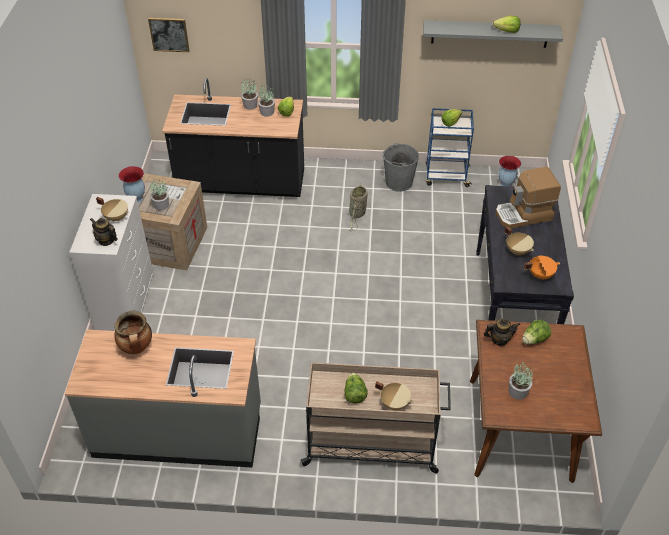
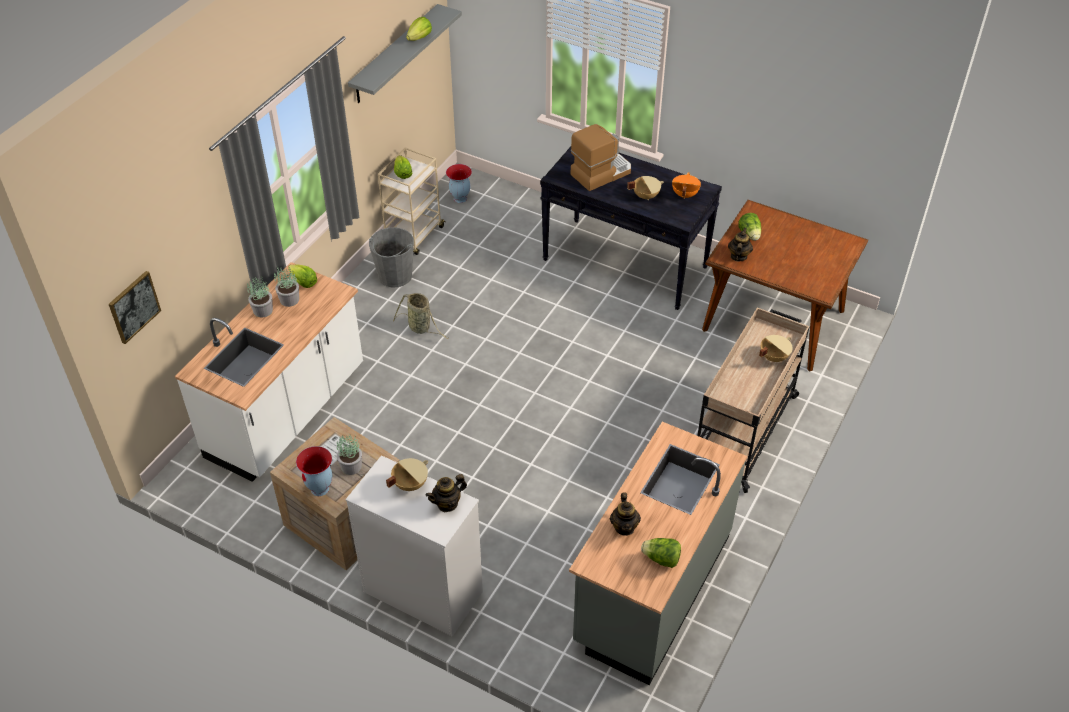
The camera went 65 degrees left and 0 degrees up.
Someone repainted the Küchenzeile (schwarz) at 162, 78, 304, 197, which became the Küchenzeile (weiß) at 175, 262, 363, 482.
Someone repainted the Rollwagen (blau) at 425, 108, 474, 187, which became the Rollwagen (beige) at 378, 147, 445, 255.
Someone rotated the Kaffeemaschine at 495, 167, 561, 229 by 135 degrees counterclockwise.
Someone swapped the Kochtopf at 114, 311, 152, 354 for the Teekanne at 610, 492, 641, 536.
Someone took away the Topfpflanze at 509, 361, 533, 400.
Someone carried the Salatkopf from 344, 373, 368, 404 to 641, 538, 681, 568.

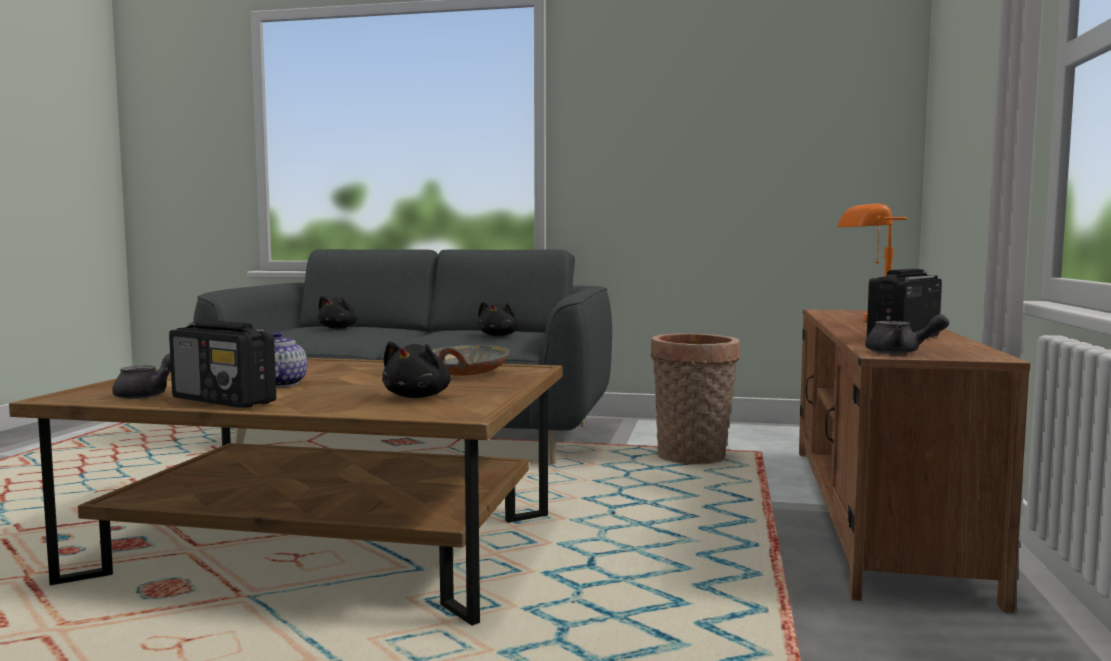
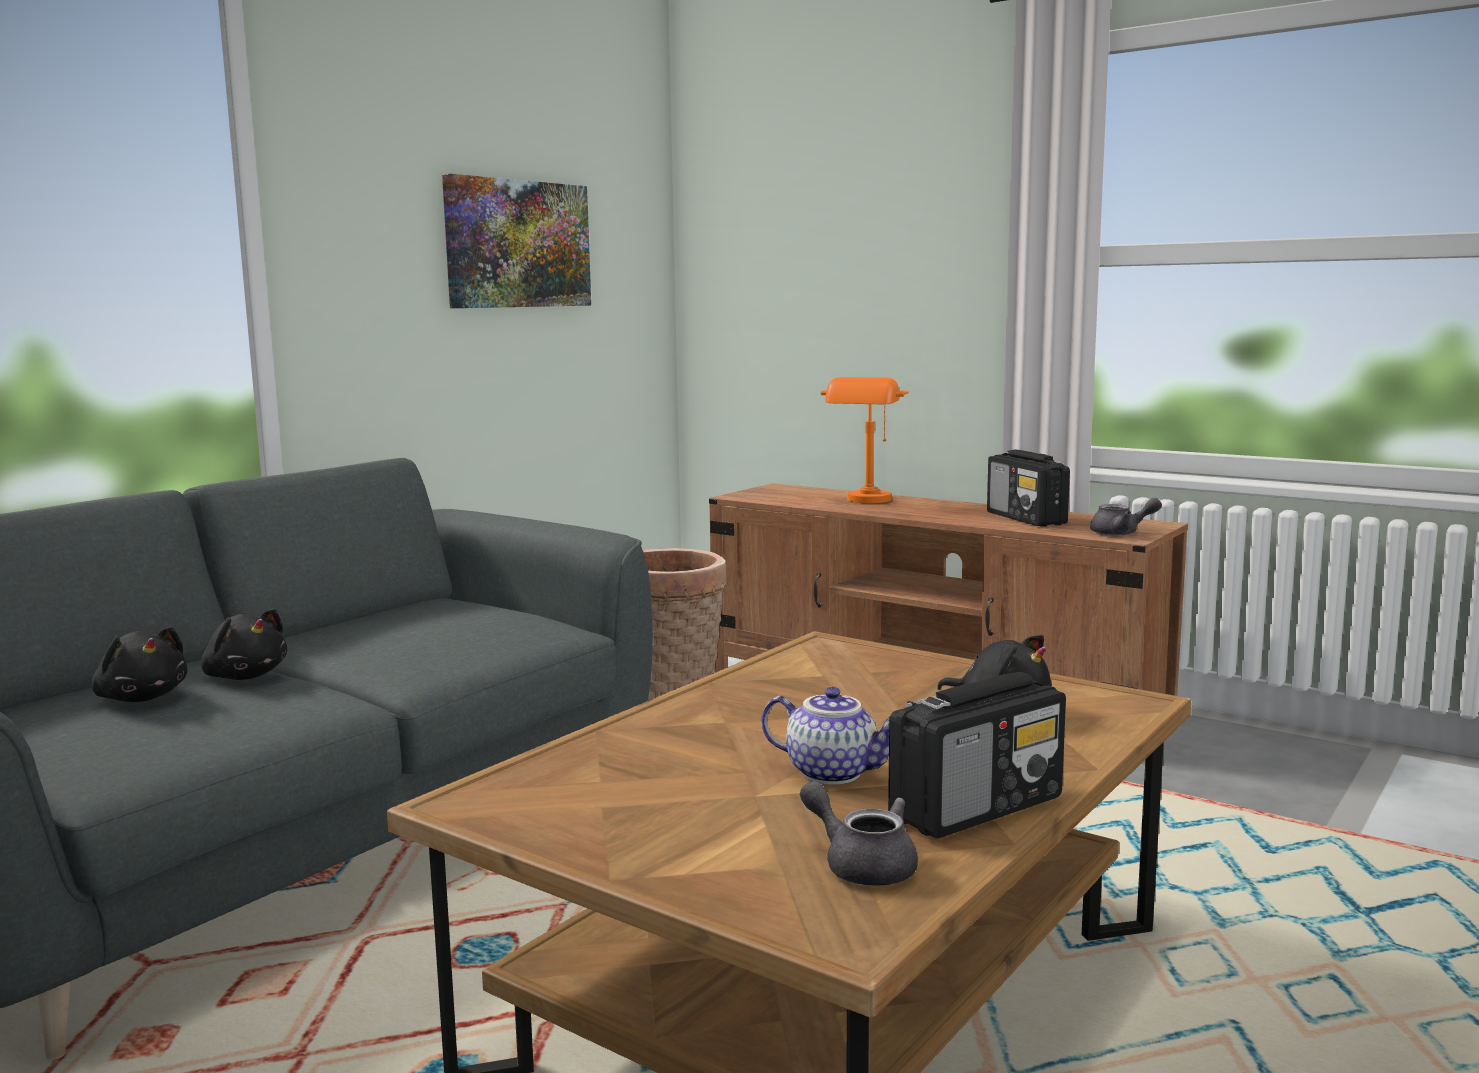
The camera went 65 degrees left and 5 degrees up.
Someone carried the Plüschtier (schwarz) from 478, 301, 519, 336 to 201, 609, 287, 680.
Someone rotated the Teekanne (grau) at 865, 314, 949, 354 by 45 degrees clockwise.
Someone took away the Schüssel (grau) at 432, 345, 510, 376.
Someone put up the Bild at 442, 174, 591, 308.

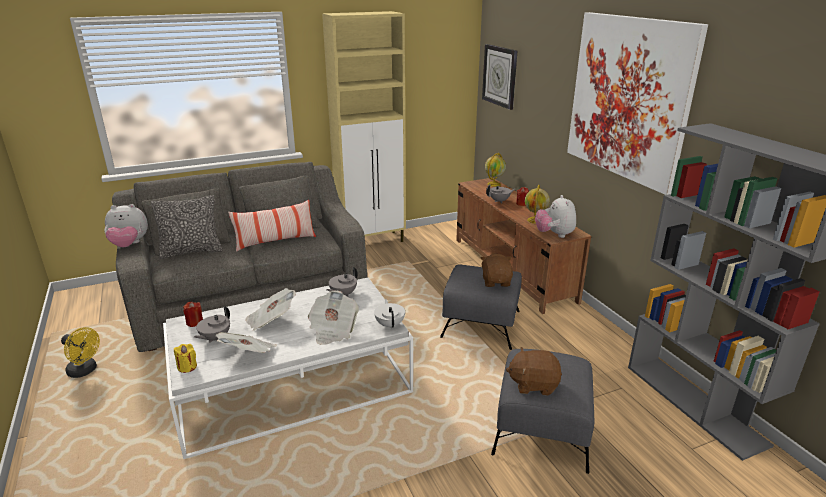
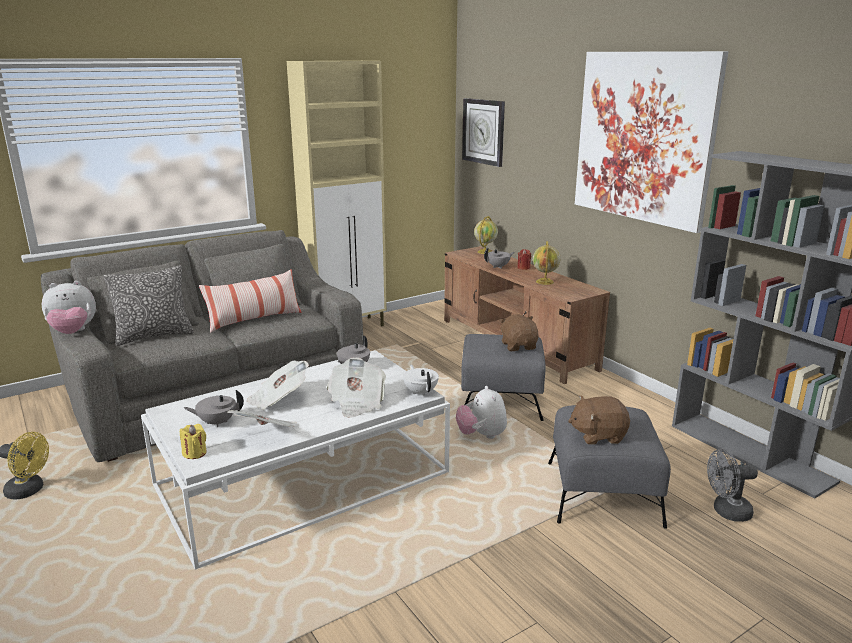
The camera went 10 degrees left and 5 degrees down.
Someone carried the Plüschtier from 535, 195, 576, 238 to 456, 386, 507, 439.
Someone took away the Kerze (rot) at 183, 302, 203, 327.
Someone rotated the Teekanne (grau) at 194, 306, 230, 343 by 60 degrees clockwise.
Someone put down the Ventilator (grau) at 707, 449, 758, 522.

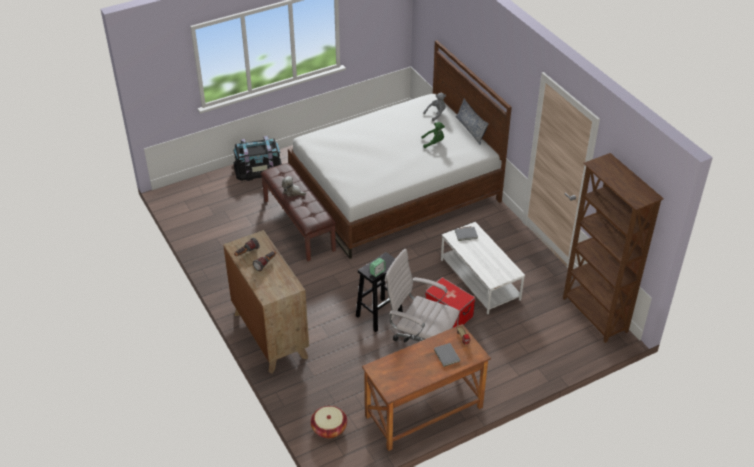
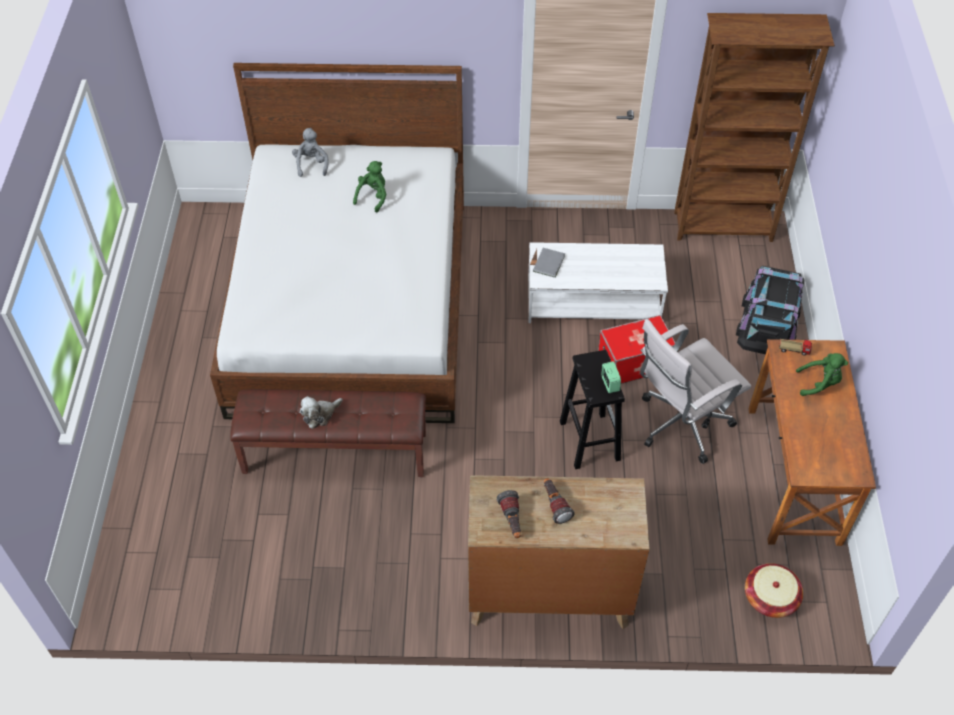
The camera went 60 degrees left and 10 degrees up.
Someone took away the Kissen at 455, 98, 489, 145.
Someone carried the Aufbewahrungsbox (schwarz) from 234, 136, 282, 181 to 736, 266, 804, 354.
Someone swapped the Buch (grau) at 434, 343, 460, 367 for the Plüschtier (grün) at 796, 353, 848, 396.

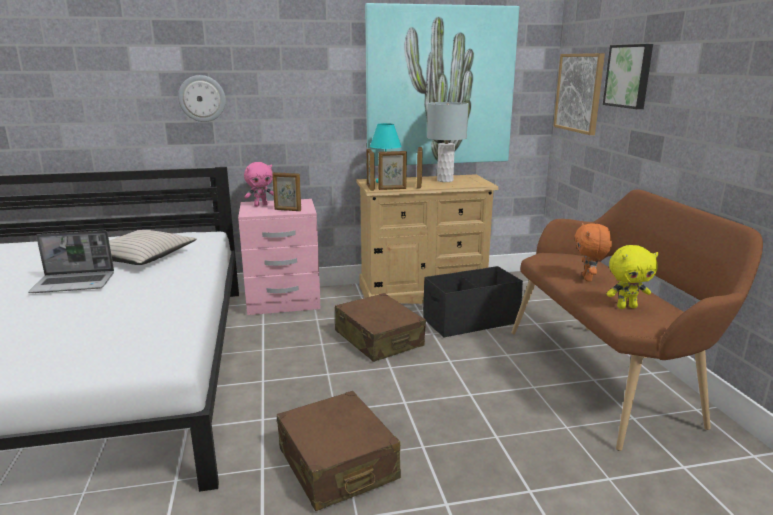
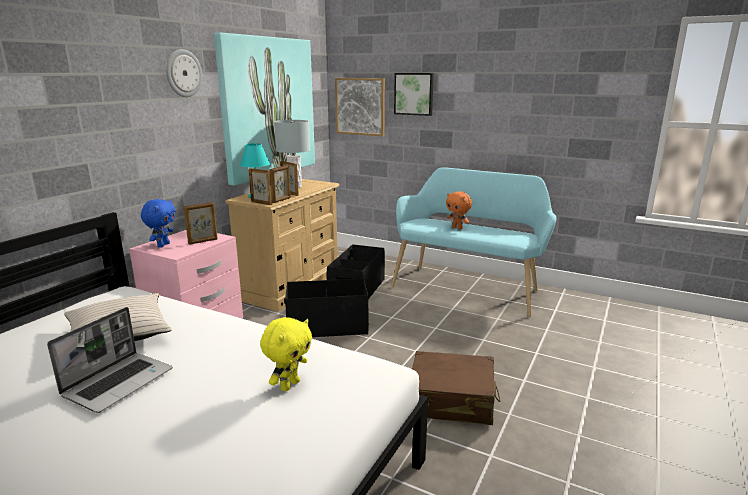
The camera went 50 degrees left and 0 degrees up.
Someone carried the Wanduhr from 178, 75, 226, 122 to 166, 49, 202, 97.
Someone repainted the Plüschtier (rosa) at 244, 162, 274, 207, which became the Plüschtier (blau) at 141, 199, 176, 248.
Someone repainted the Bank (braun) at 511, 189, 763, 451, which became the Bank (türkis) at 391, 167, 557, 317.
Someone carried the Plüschtier (gelb) from 606, 245, 659, 309 to 260, 317, 312, 391.
Someone swapped the Koffer (braun) at 335, 293, 426, 362 for the Aufbewahrungsbox (schwarz) at 284, 278, 369, 337.

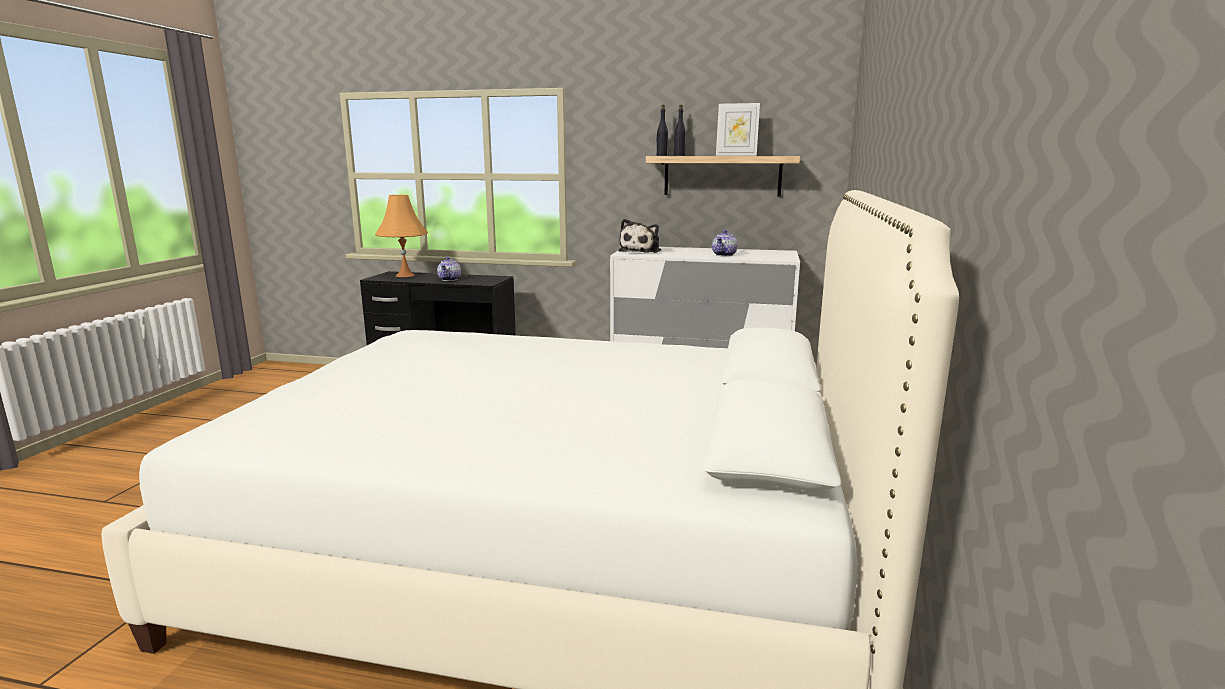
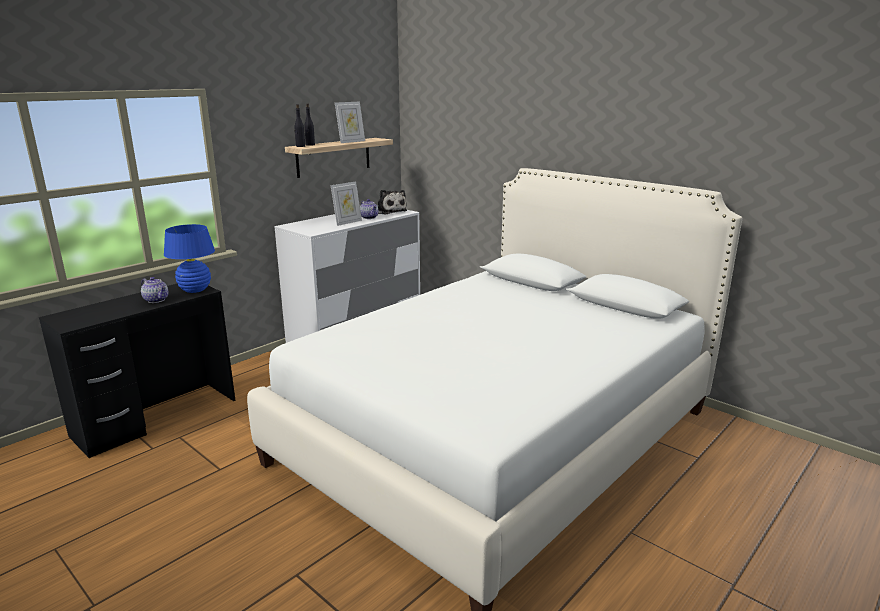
The camera went 60 degrees left and 5 degrees up.
Someone took away the Tischlampe (orange) at 375, 195, 428, 277.
Someone carried the Plüschtier from 618, 219, 661, 253 to 377, 190, 407, 215.
Someone put down the Bilderrahmen at 331, 181, 362, 226.
Someone put down the Tischlampe (blau) at 164, 224, 215, 293.

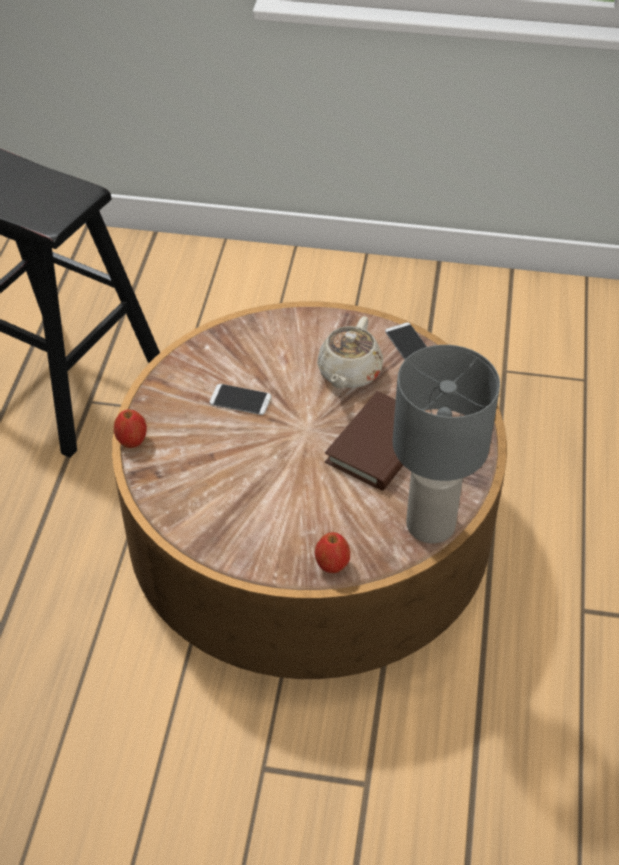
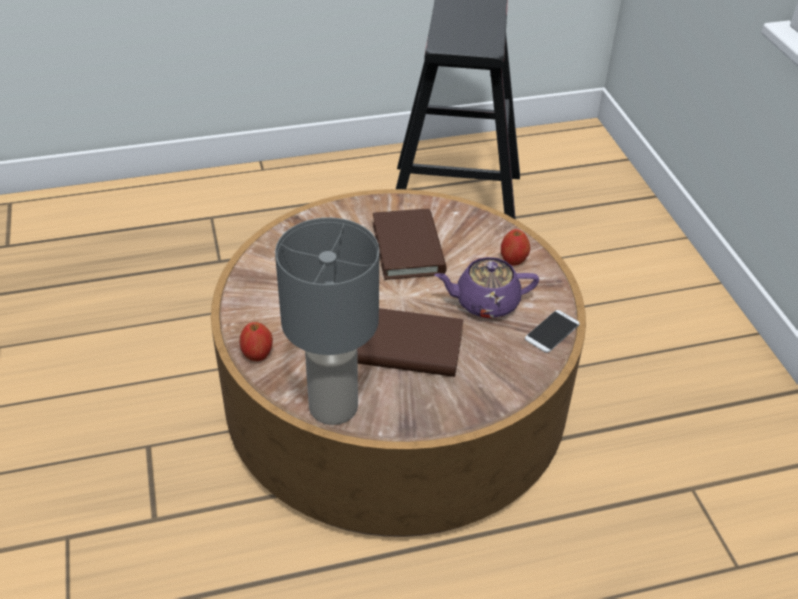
The camera went 65 degrees right and 5 degrees down.
Someone repainted the Teekanne (beige) at 317, 316, 383, 388, which became the Teekanne (lila) at 435, 257, 539, 318.
Someone swapped the Handy at 209, 384, 271, 415 for the Buch (braun) at 373, 209, 447, 280.
Someone carried the Apfel from 114, 409, 147, 448 to 501, 229, 530, 265.

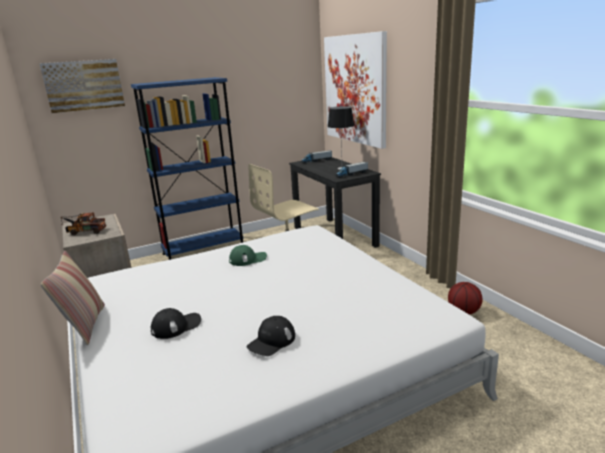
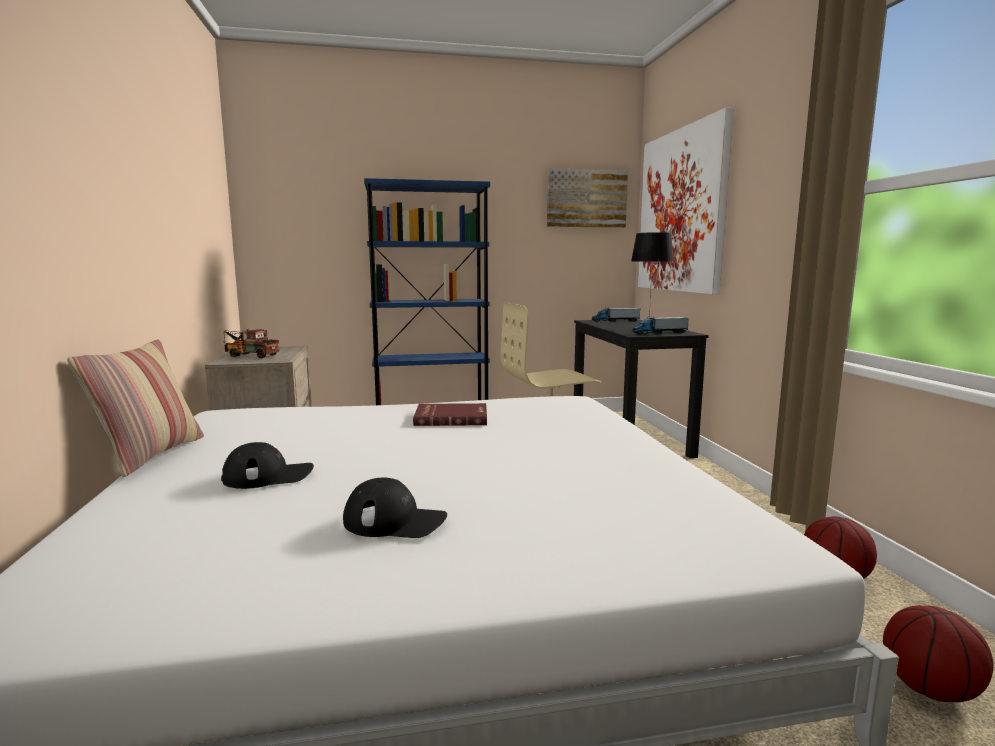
The camera went 15 degrees right and 10 degrees down.
Someone carried the Bild from 39, 59, 125, 113 to 547, 168, 628, 228.
Someone swapped the Kappe (grün) at 229, 245, 267, 266 for the Buch (rot) at 413, 403, 487, 426.
Someone rotated the Kappe (schwarz) at 247, 316, 295, 356 by 135 degrees counterclockwise.
Someone put down the Basketball at 883, 605, 993, 702.

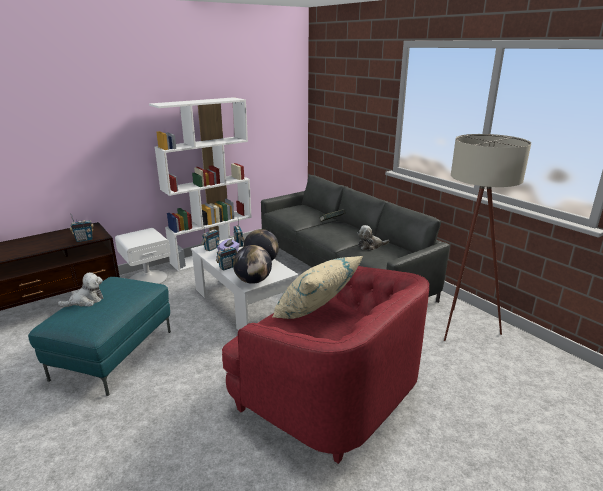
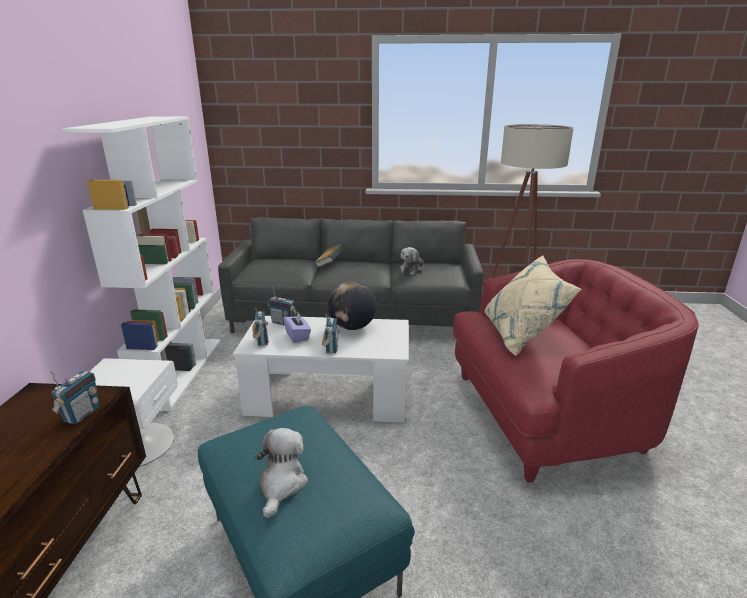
The camera went 50 degrees left and 0 degrees up.
Someone took away the Globus at 233, 245, 272, 284.

